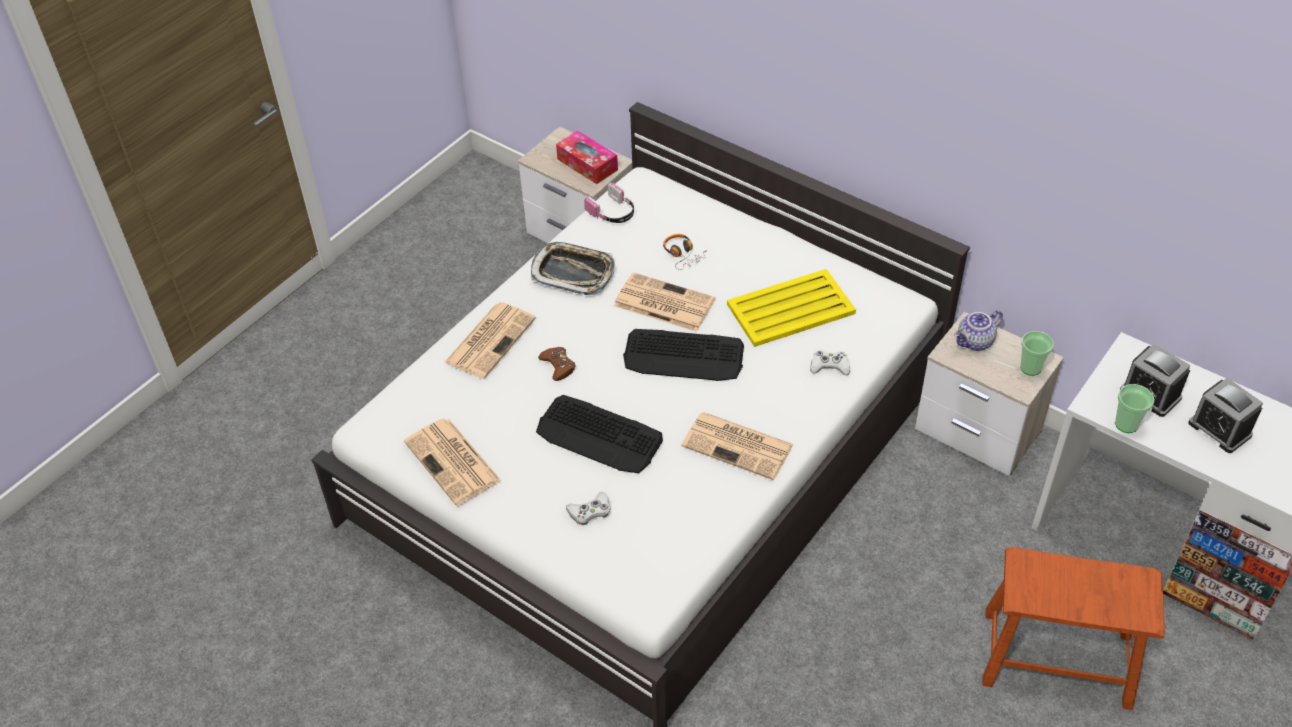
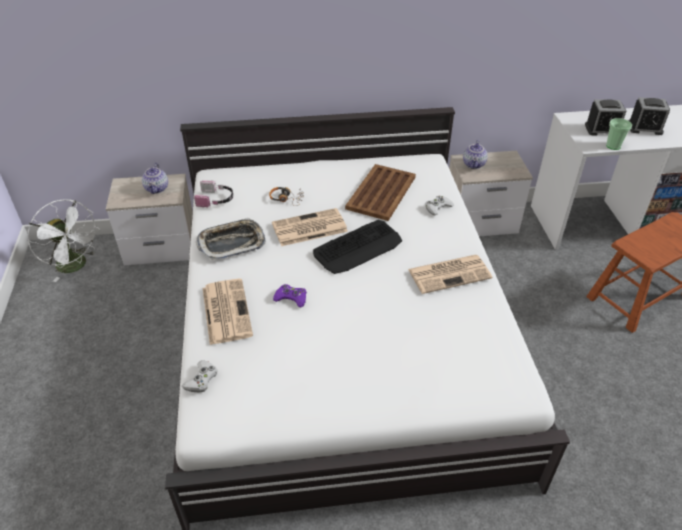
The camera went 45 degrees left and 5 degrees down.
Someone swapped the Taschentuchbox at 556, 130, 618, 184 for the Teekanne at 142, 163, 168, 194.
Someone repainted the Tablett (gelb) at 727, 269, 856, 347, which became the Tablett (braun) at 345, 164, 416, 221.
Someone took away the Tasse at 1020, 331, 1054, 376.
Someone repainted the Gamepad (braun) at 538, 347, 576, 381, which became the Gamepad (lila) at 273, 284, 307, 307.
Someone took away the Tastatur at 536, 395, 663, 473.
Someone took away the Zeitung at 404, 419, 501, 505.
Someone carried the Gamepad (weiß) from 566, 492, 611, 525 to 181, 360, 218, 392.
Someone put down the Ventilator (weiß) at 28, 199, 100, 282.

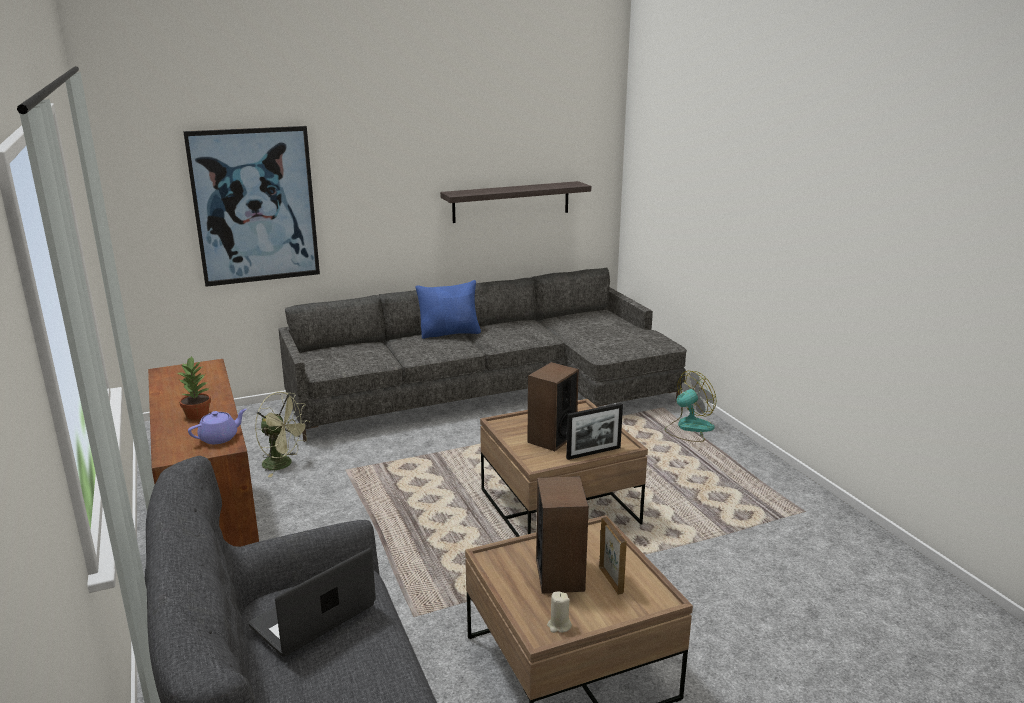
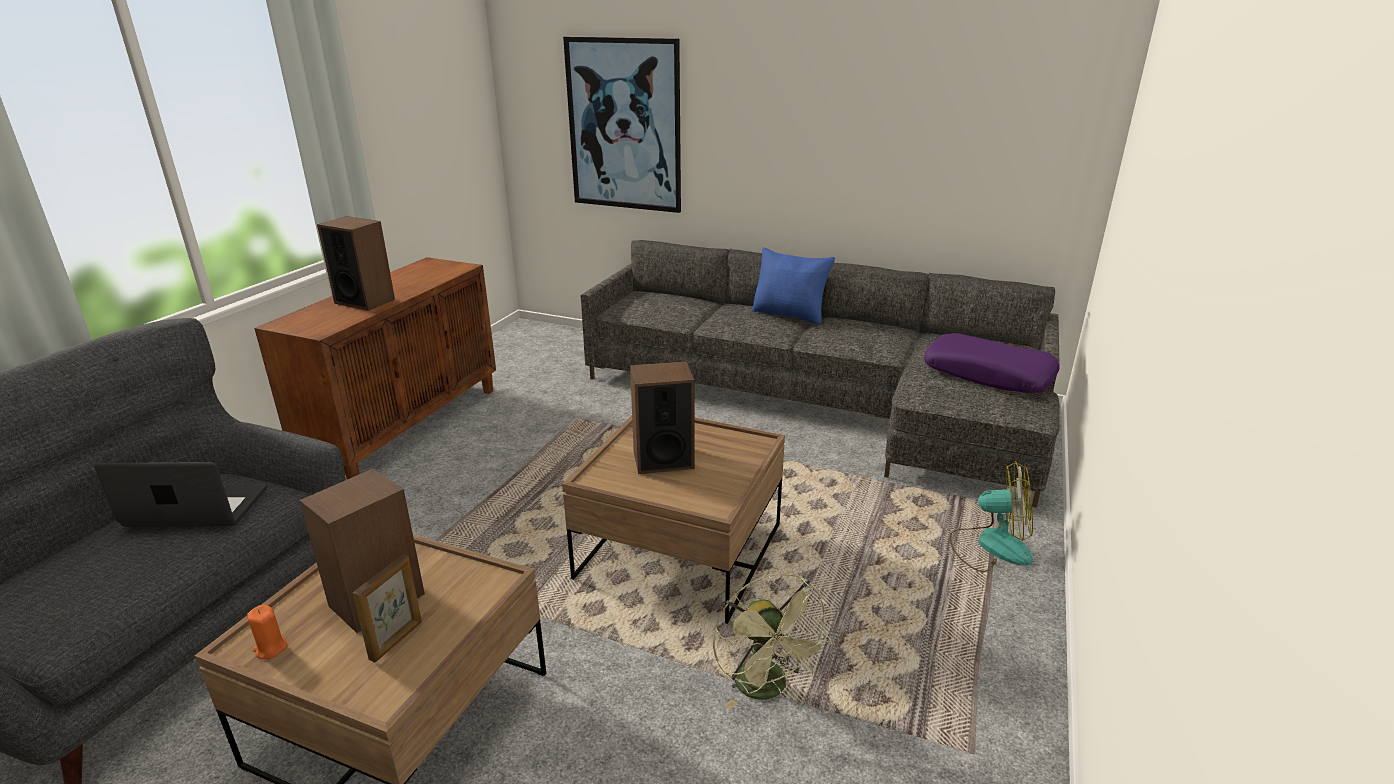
The camera went 45 degrees right and 5 degrees up.
Someone took away the Wandregal at 440, 181, 591, 223.
Someone swapped the Topfpflanze at 177, 355, 211, 420 for the Lautsprecher at 317, 216, 395, 311.
Someone carried the Ventilator (grün) from 255, 392, 310, 477 to 713, 573, 832, 709.
Someone took away the Bilderrahmen at 566, 403, 623, 460.
Someone took away the Teekanne (lila) at 188, 409, 246, 444.
Someone repainted the Kerze (beige) at 547, 591, 572, 633, which became the Kerze (orange) at 247, 605, 287, 659.
Someone put down the Kissen (lila) at 924, 333, 1060, 393.

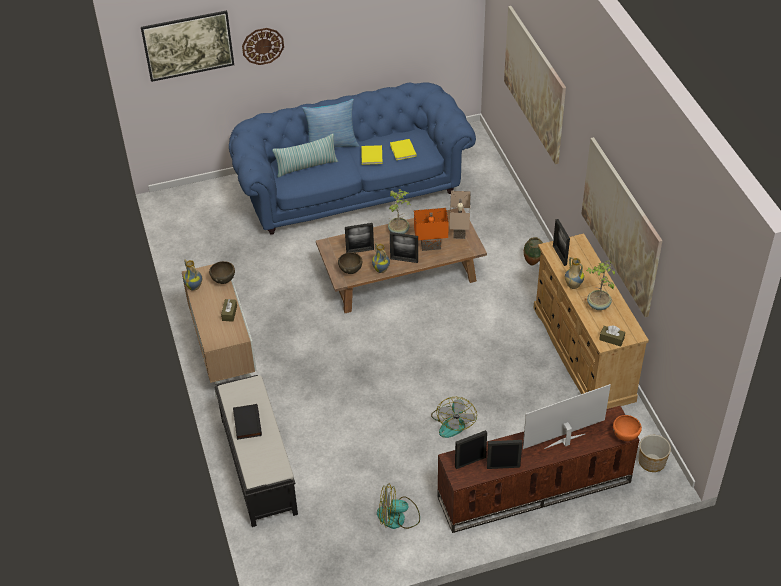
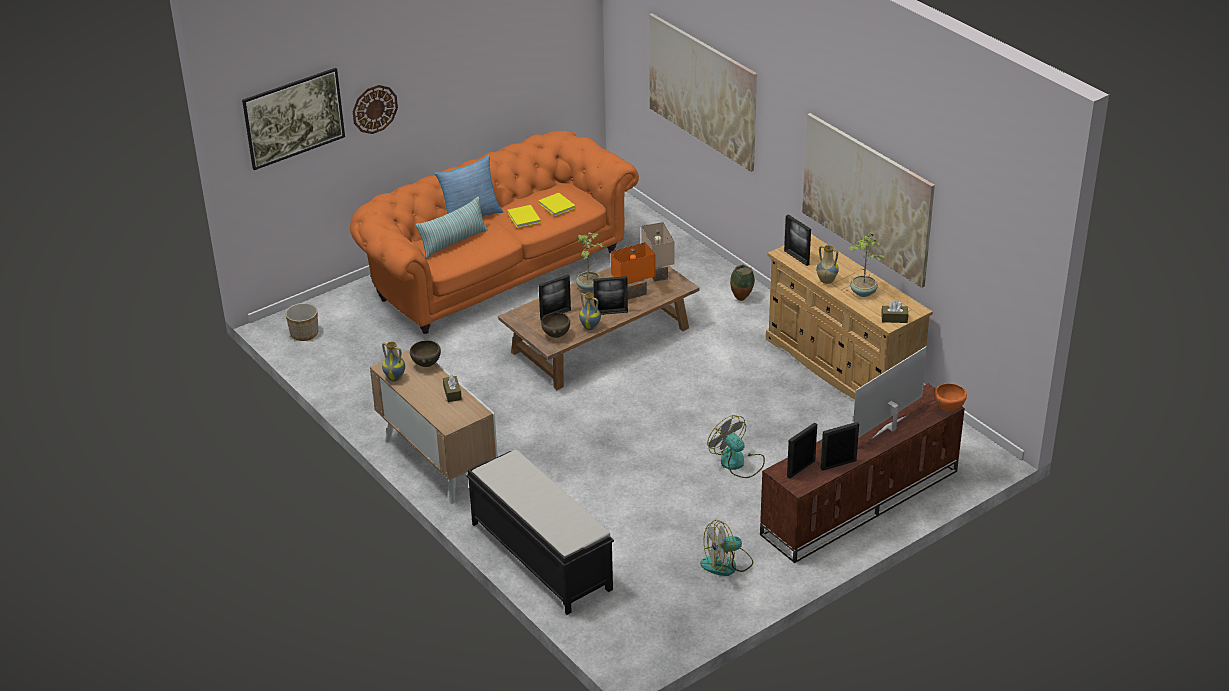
The camera went 20 degrees left and 10 degrees down.
Someone repainted the Sofa (blau) at 229, 82, 476, 235, which became the Sofa (orange) at 350, 131, 639, 334.
Someone rotated the Ventilator at 431, 397, 477, 438 by 150 degrees clockwise.
Someone took away the Buch (schwarz) at 233, 404, 262, 440.
Someone carried the Pflanzkübel from 639, 435, 671, 472 to 285, 303, 318, 341.

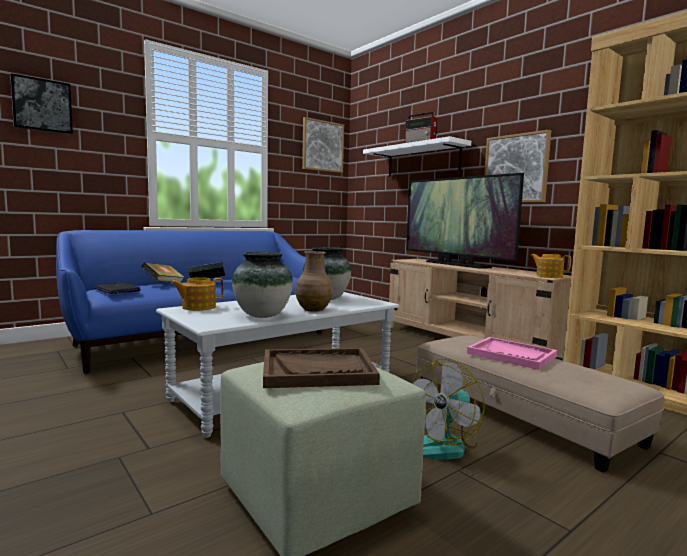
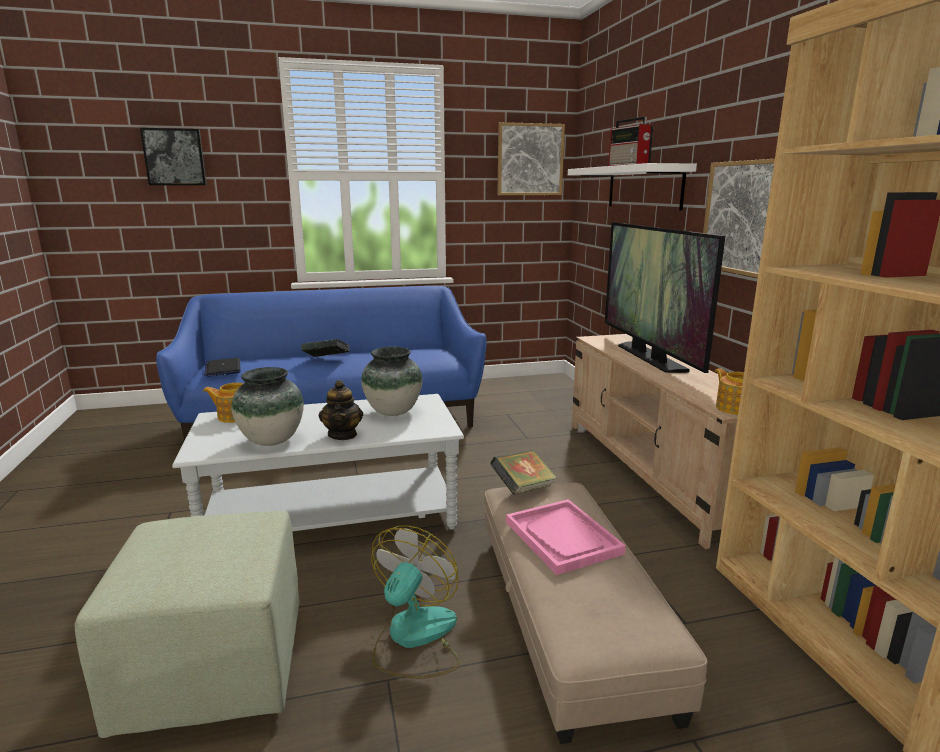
The camera went 25 degrees right and 10 degrees up.
Someone swapped the Vase (braun) at 296, 251, 333, 312 for the Teekanne at 319, 380, 363, 440.
Someone carried the Buch from 141, 262, 185, 282 to 490, 450, 557, 495.
Someone took away the Tablett (braun) at 263, 348, 380, 388.
Someone rotated the Ventilator at 412, 359, 485, 460 by 135 degrees clockwise.

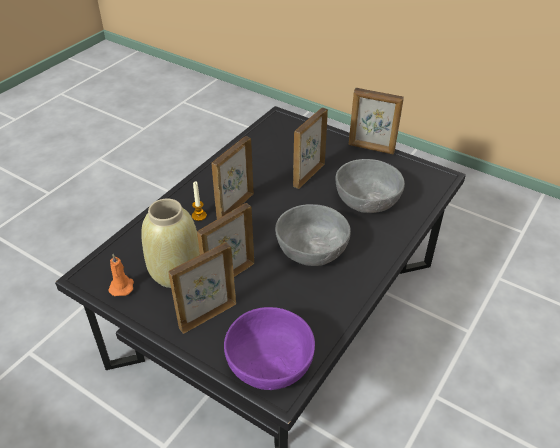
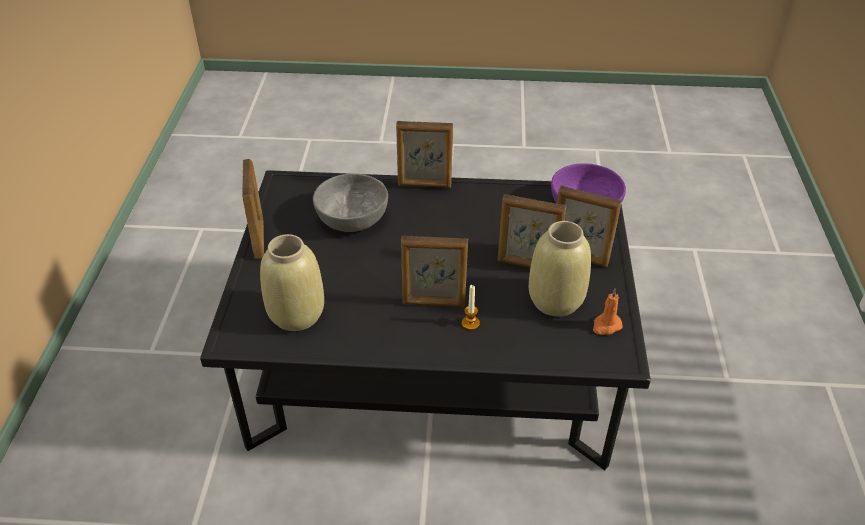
The camera went 120 degrees left and 0 degrees up.
Someone carried the Bilderrahmen from 293, 108, 328, 189 to 396, 121, 453, 188.
Someone took away the Schüssel (grau) at 275, 204, 351, 266.
Someone put down the Vase (beige) at 260, 234, 324, 331.

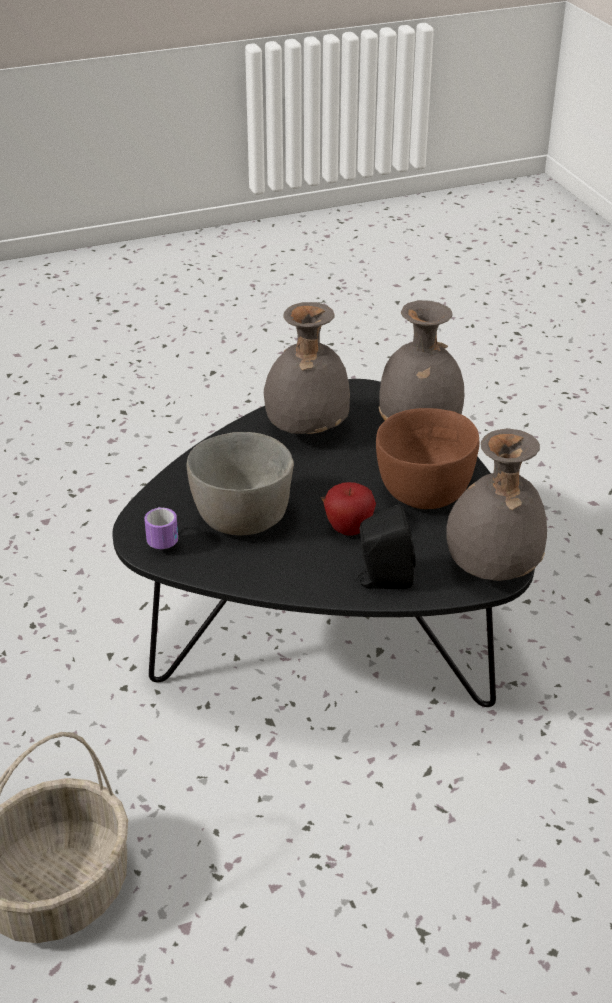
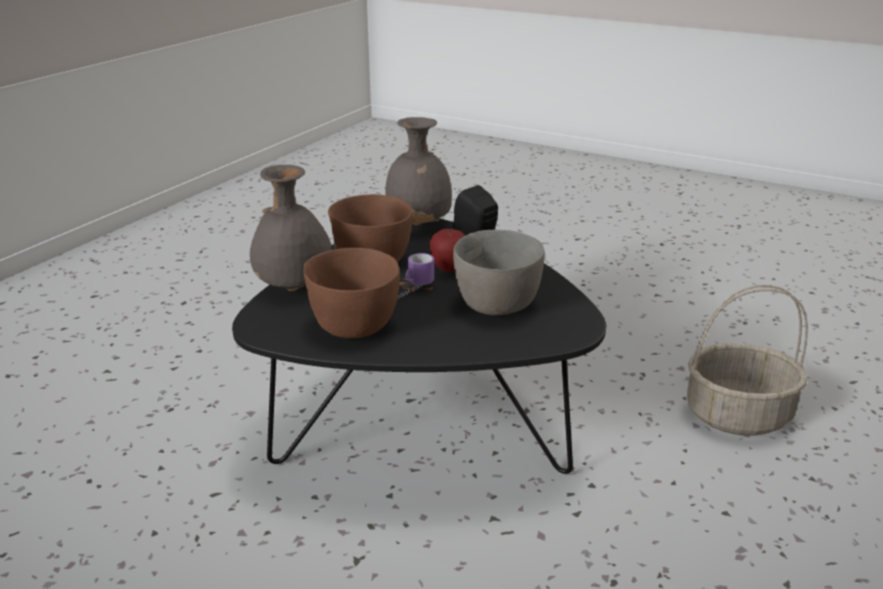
The camera went 130 degrees left and 10 degrees down.
Someone swapped the Vase (grau) at 264, 302, 350, 434 for the Schüssel (braun) at 303, 248, 400, 338.
Someone carried the Henkelbecher from 144, 507, 178, 549 to 398, 253, 434, 299.

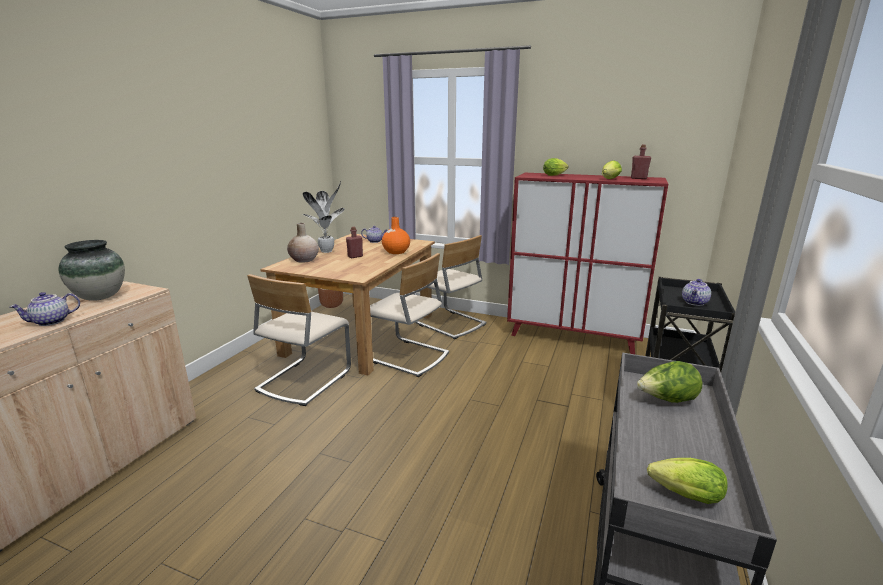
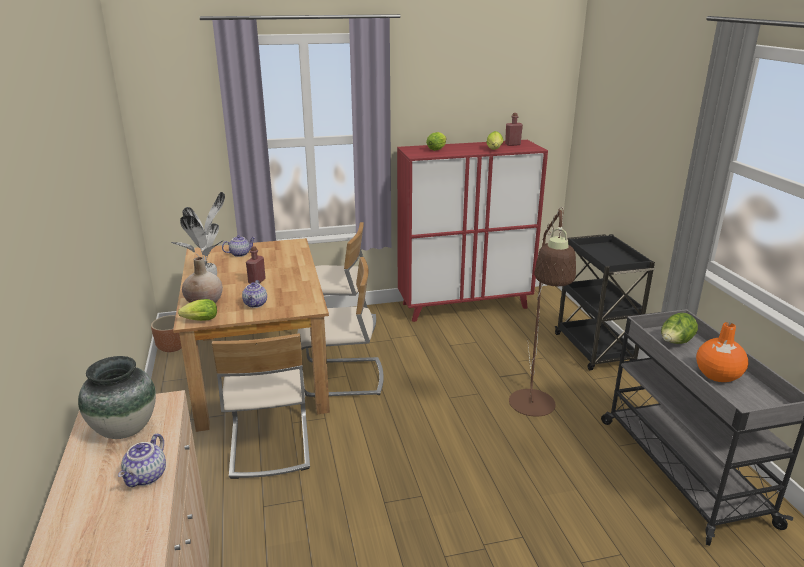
The camera went 35 degrees left and 5 degrees up.
Someone carried the Vase (orange) from 382, 217, 410, 254 to 696, 322, 748, 382.
Someone carried the Teekanne from 682, 279, 711, 306 to 242, 280, 267, 308.
Someone carried the Salatkopf from 647, 458, 728, 504 to 178, 299, 217, 321.
Someone put down the Stehlampe (braun) at 509, 207, 576, 416.

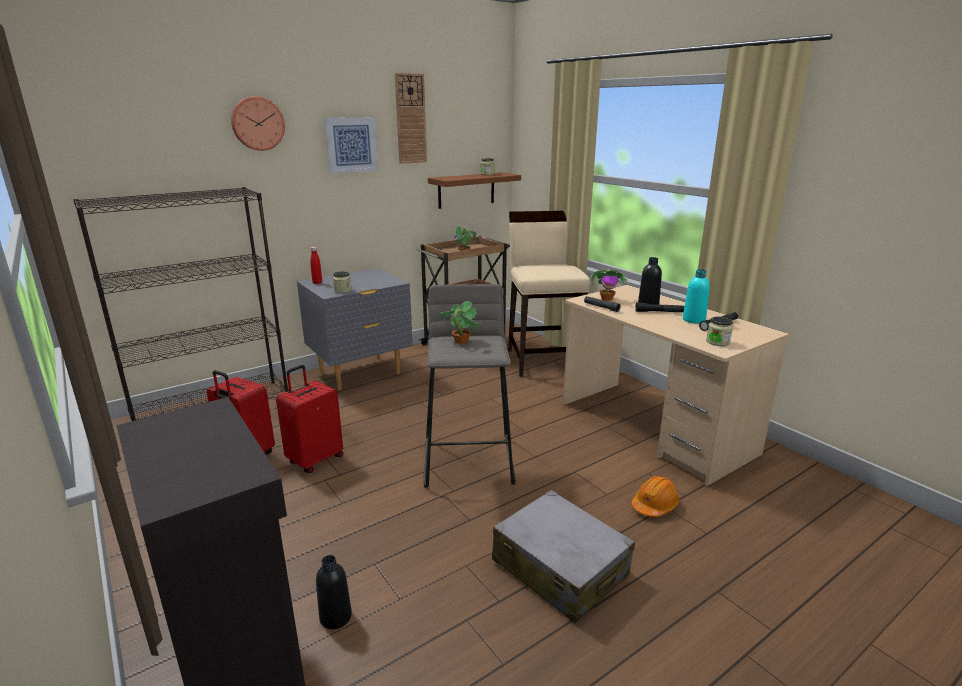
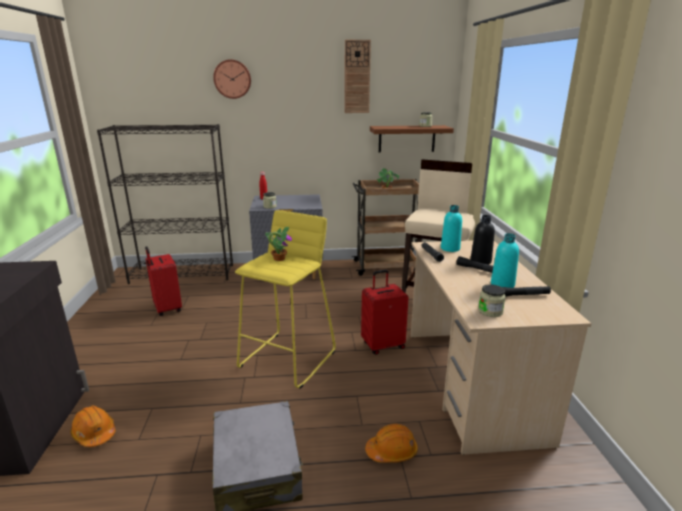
The camera went 30 degrees right and 0 degrees up.
Someone took away the Bild at 324, 117, 378, 173.
Someone swapped the Topfpflanze at 590, 269, 627, 301 for the Flasche (türkis) at 441, 205, 462, 252.
Someone repainted the Hocker (grau) at 424, 284, 516, 488, which became the Hocker (gelb) at 235, 210, 336, 388.
Someone carried the Koffer (rot) from 276, 365, 343, 473 to 361, 270, 409, 355.
Someone swapped the Flasche (schwarz) at 316, 555, 352, 629 for the Schutzhelm (orange) at 70, 406, 116, 447.

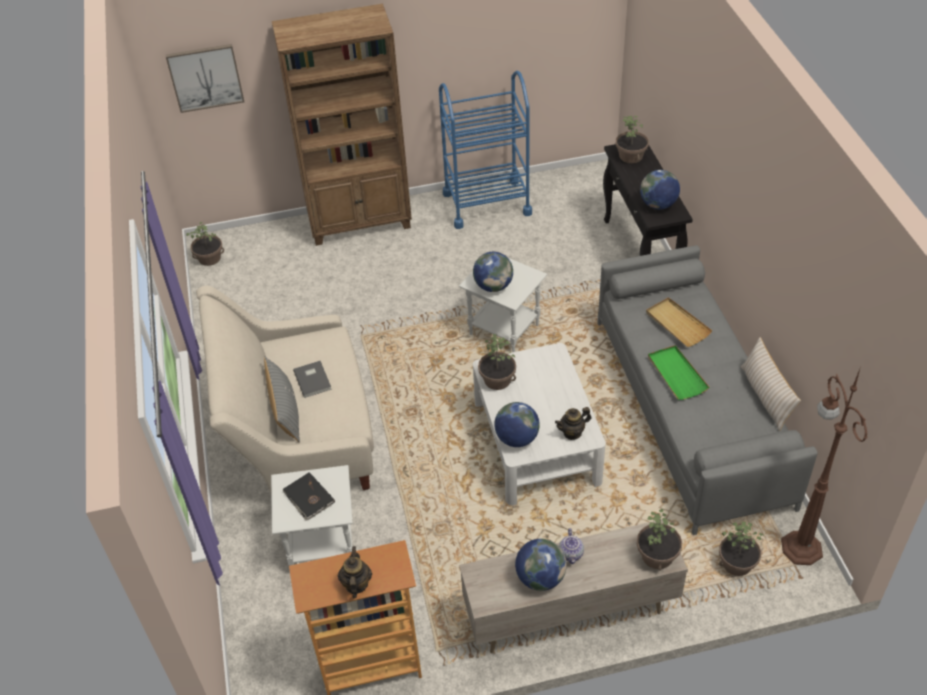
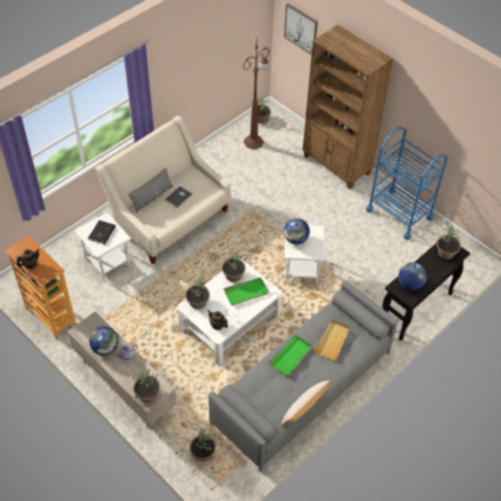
The camera went 55 degrees right and 5 degrees up.
Someone carried the Stehlampe (braun) from 781, 367, 867, 565 to 243, 41, 270, 150.
Someone swapped the Globus at 494, 402, 540, 447 for the Topfpflanze at 186, 277, 210, 309.
Someone put down the Tablett (grün) at 224, 278, 269, 306.

